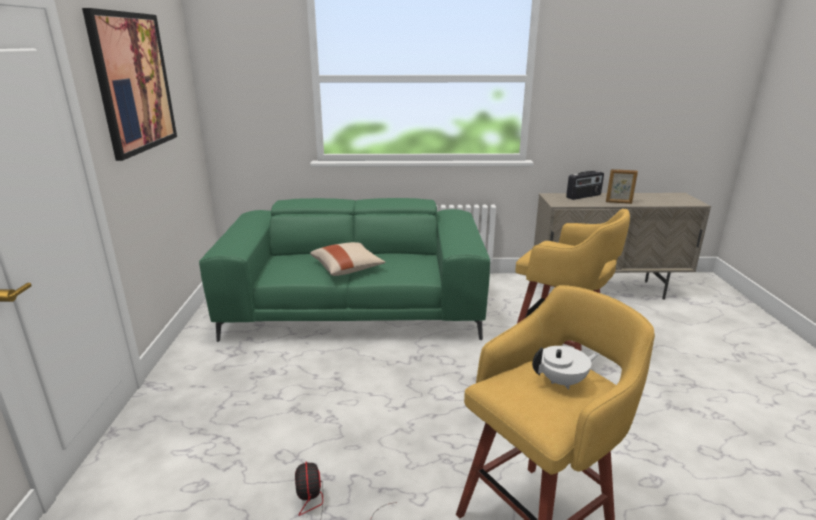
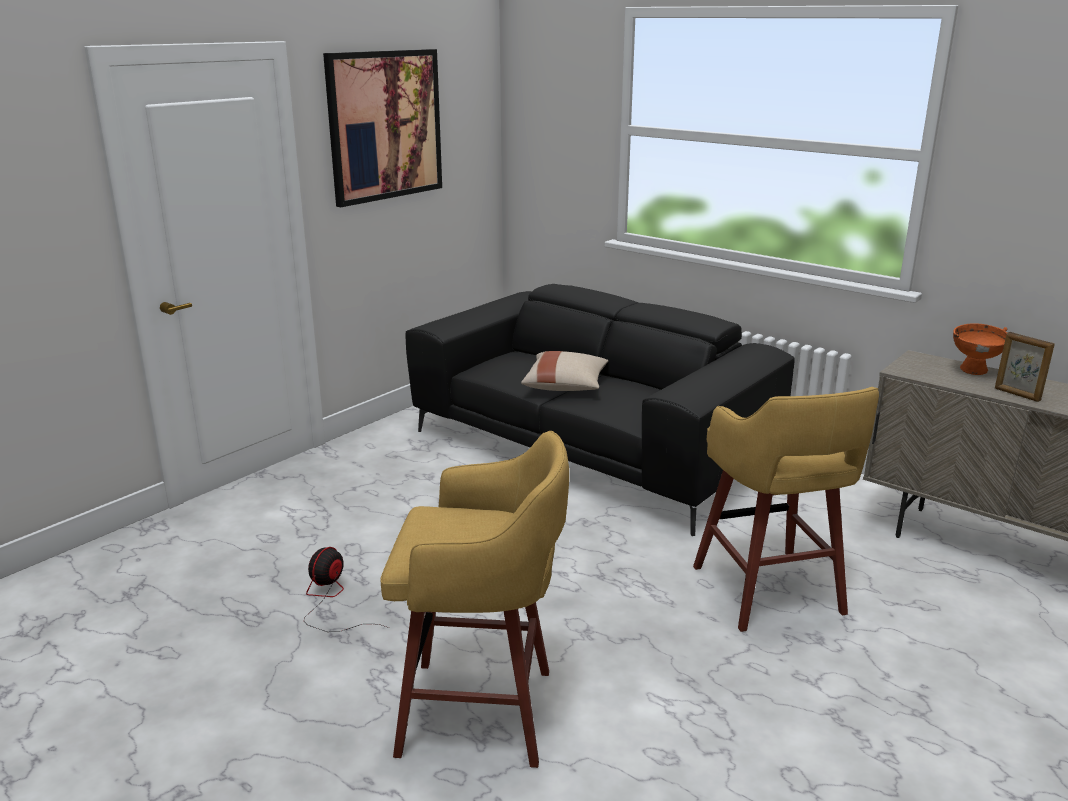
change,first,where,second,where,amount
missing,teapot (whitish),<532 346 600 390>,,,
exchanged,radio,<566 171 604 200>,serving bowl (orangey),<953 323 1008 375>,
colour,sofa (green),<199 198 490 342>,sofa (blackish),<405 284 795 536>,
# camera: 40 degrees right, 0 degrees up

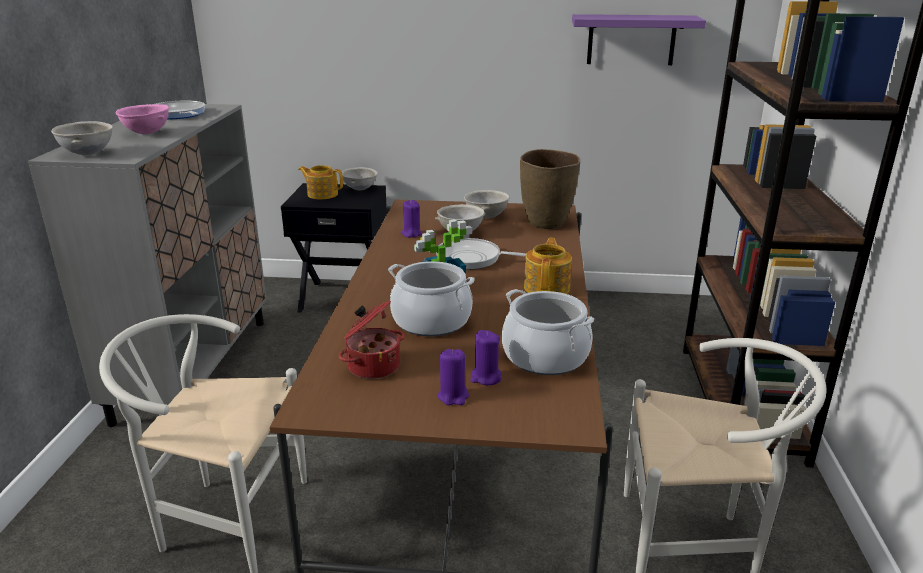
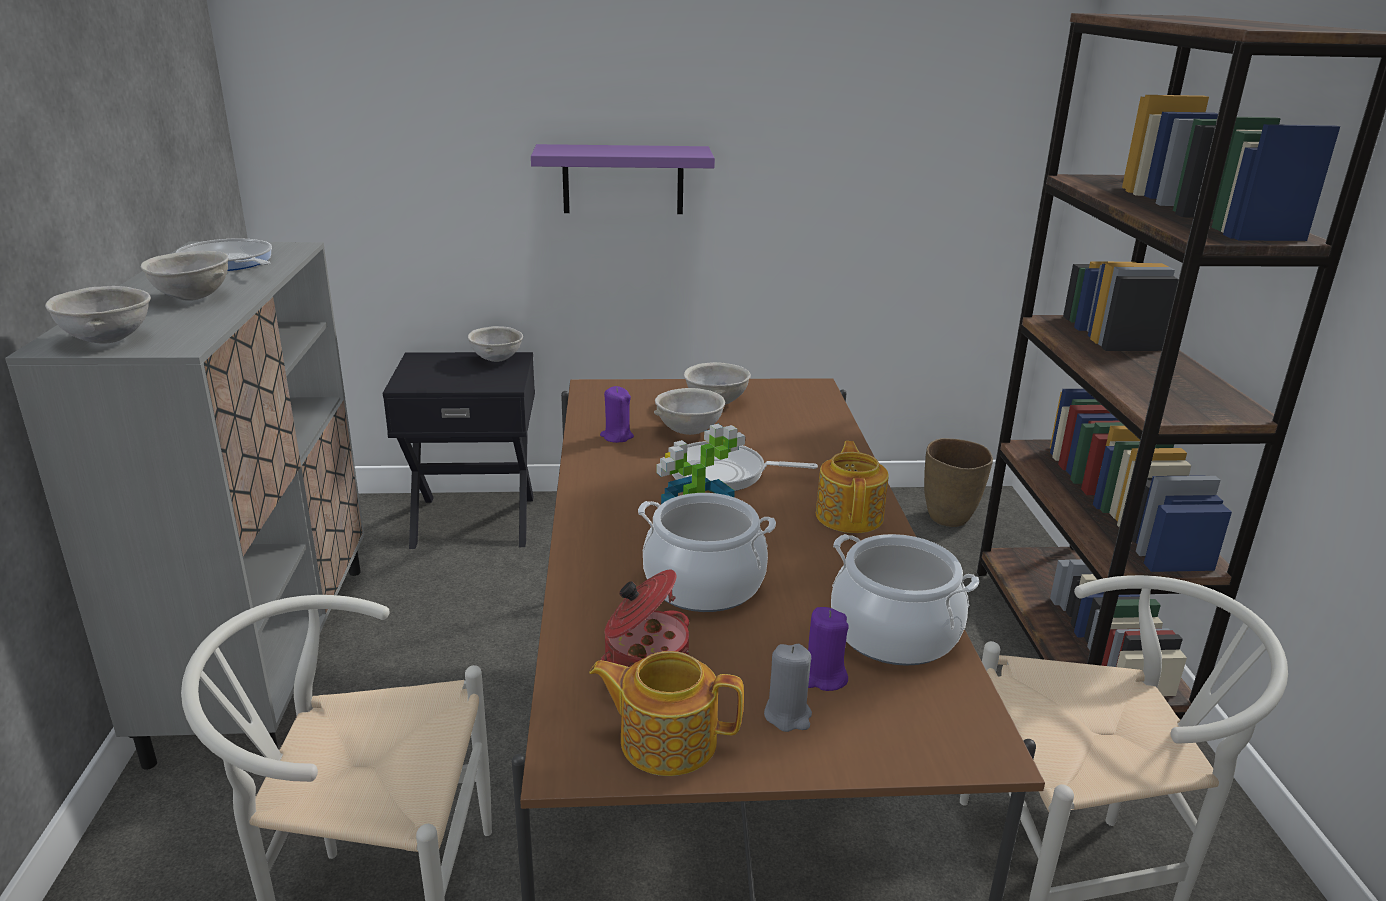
change,first,where,second,where,amount
relocated,teapot,<298 165 343 199>,,<589 651 744 776>,
relocated,vase (brown-coloured),<520 149 580 229>,,<924 438 993 527>,
relocated,wall shelf (purplish),<572 14 706 65>,,<531 144 715 214>,
colour,serving bowl (pink-coloured),<115 104 169 134>,serving bowl (greyish),<141 251 229 301>,
colour,candle (purplish),<437 349 469 405>,candle (greyish),<764 644 812 732>,
# camera: 10 degrees left, 0 degrees up

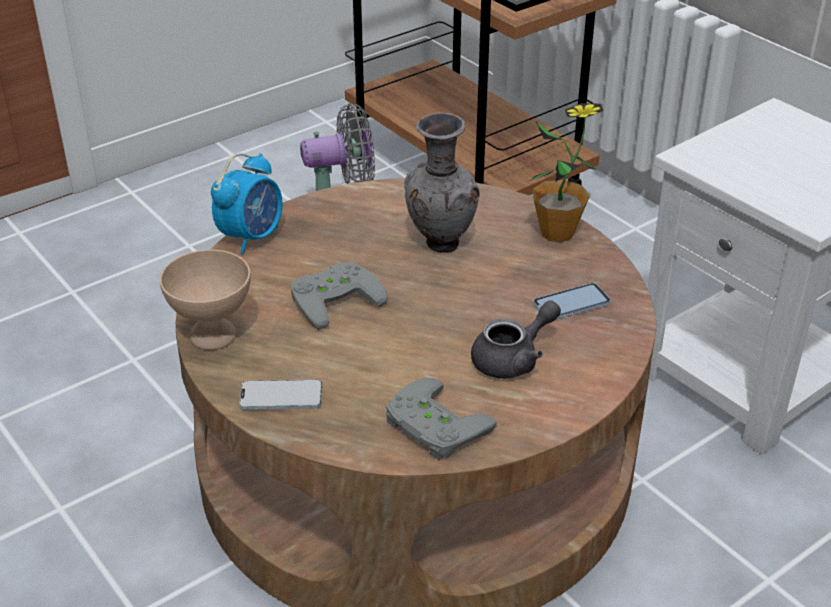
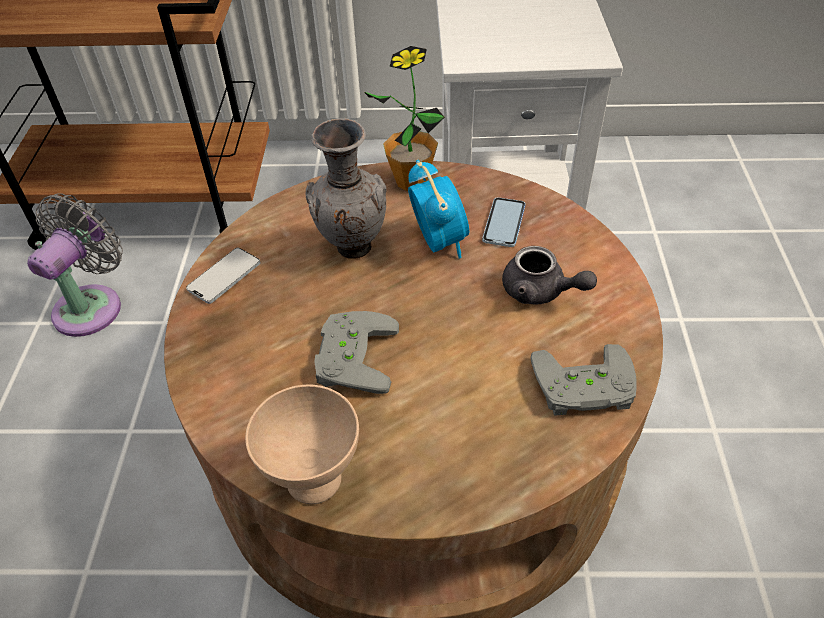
change,first,where,second,where,amount
relocated,alarm clock,<211 153 282 254>,,<408 160 469 259>,
relocated,telephone,<239 379 322 410>,,<186 248 261 304>,
spun,teapot (greyish),<471 300 561 379>,,<502 246 597 304>,120 degrees clockwise
# camera: 50 degrees left, 10 degrees up

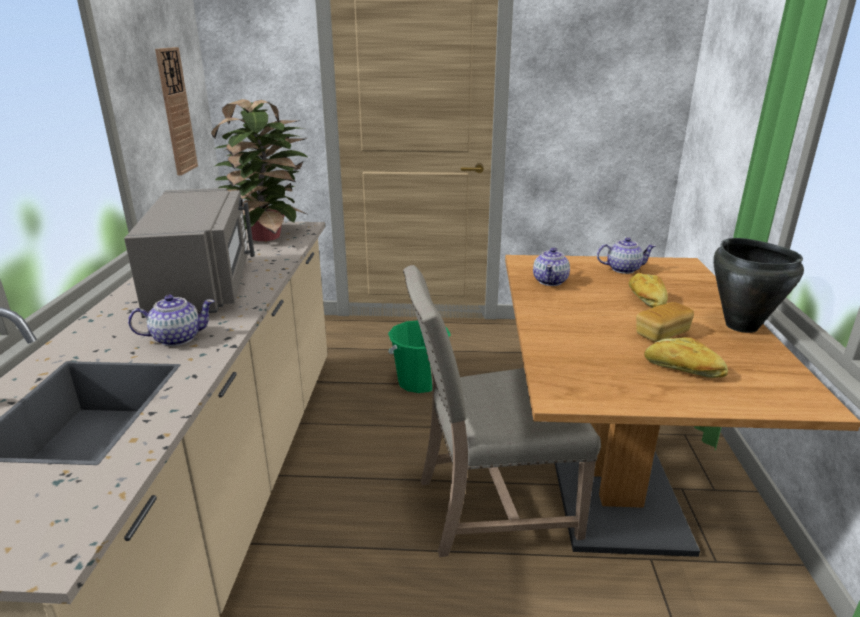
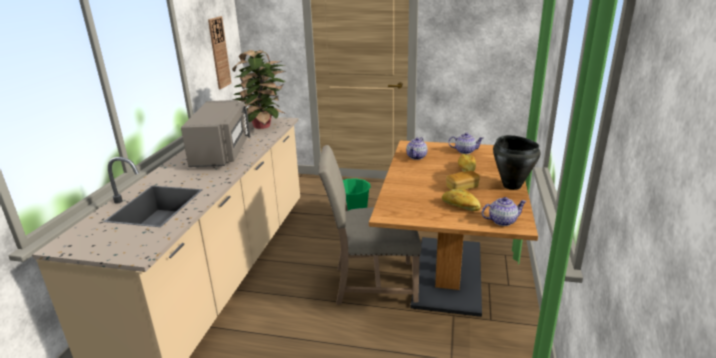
change,first,where,second,where,amount
relocated,teapot,<128 295 215 346>,,<482 197 527 226>,
# camera: 10 degrees right, 0 degrees up

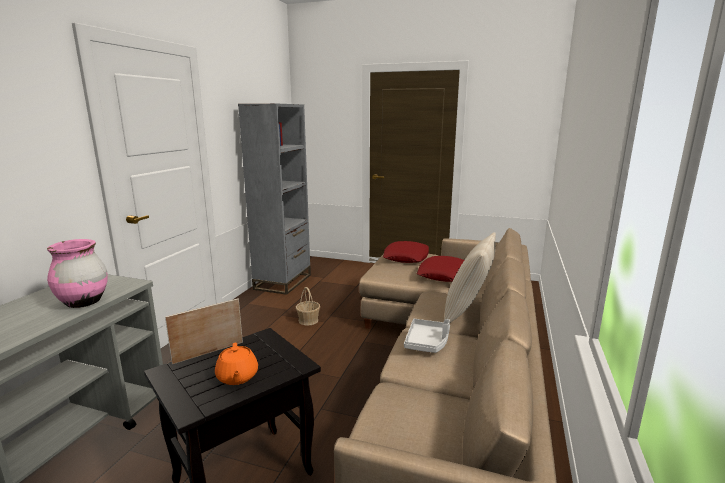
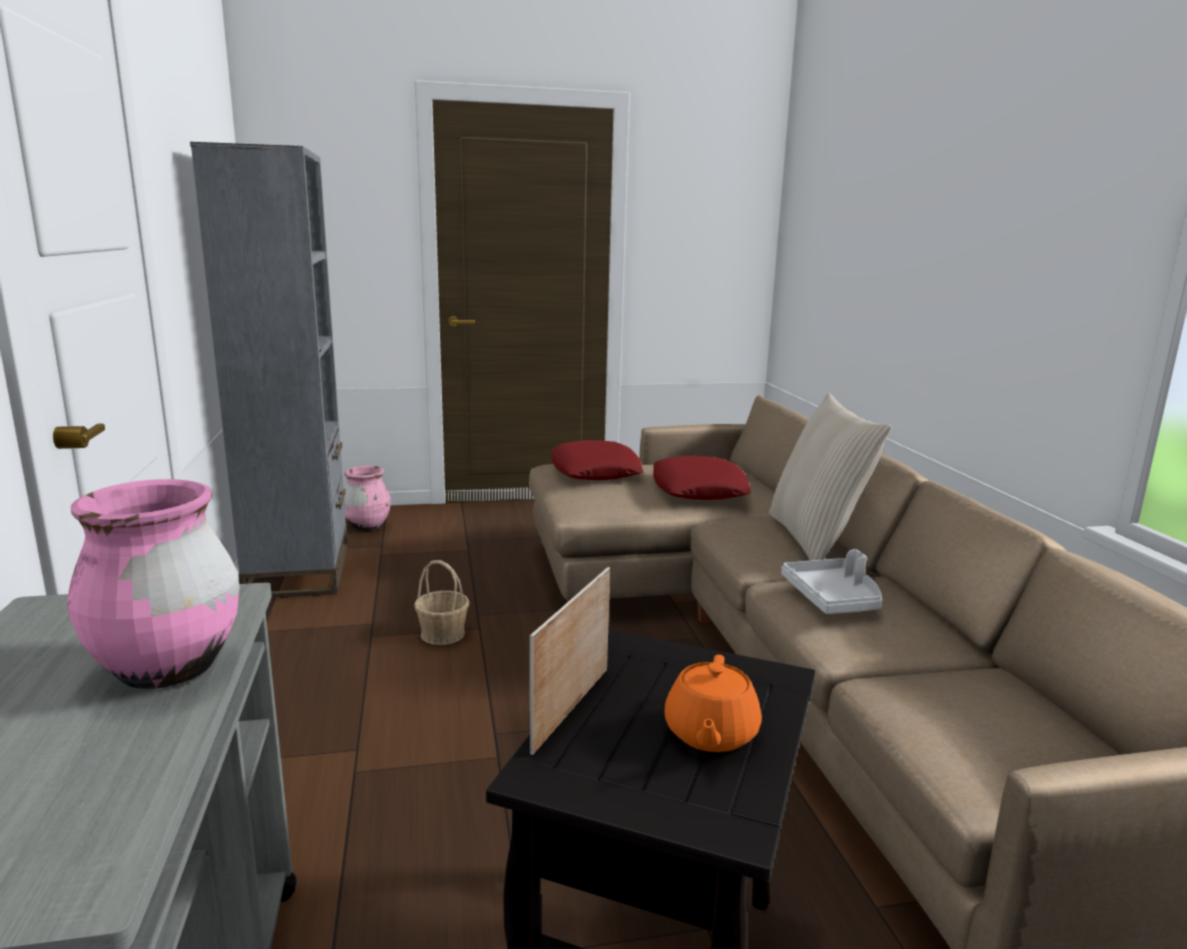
change,first,where,second,where,amount
appeared,,,vase (pink-coloured),<344 466 391 531>,
spun,teapot (orangey),<215 343 258 385>,,<665 655 762 752>,60 degrees clockwise
# camera: 30 degrees left, 0 degrees up

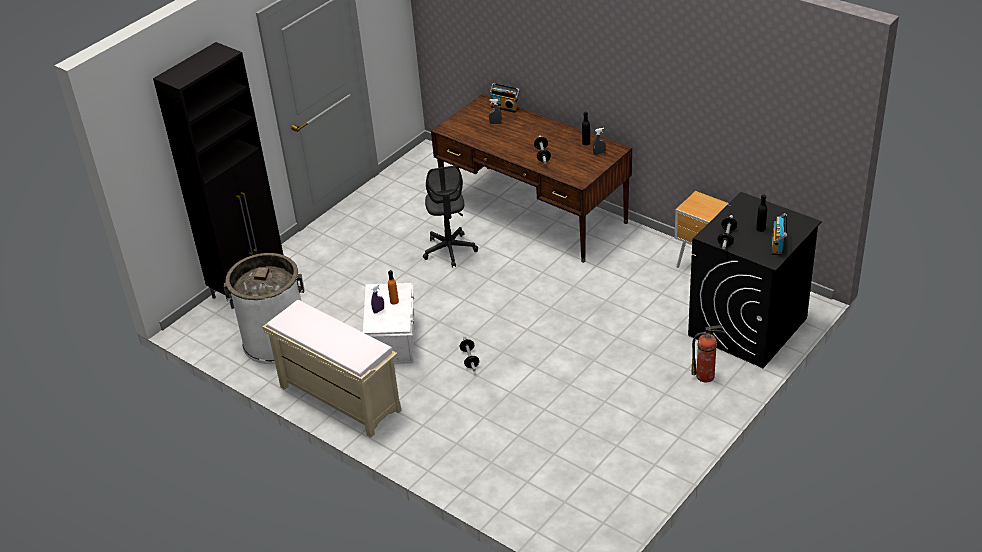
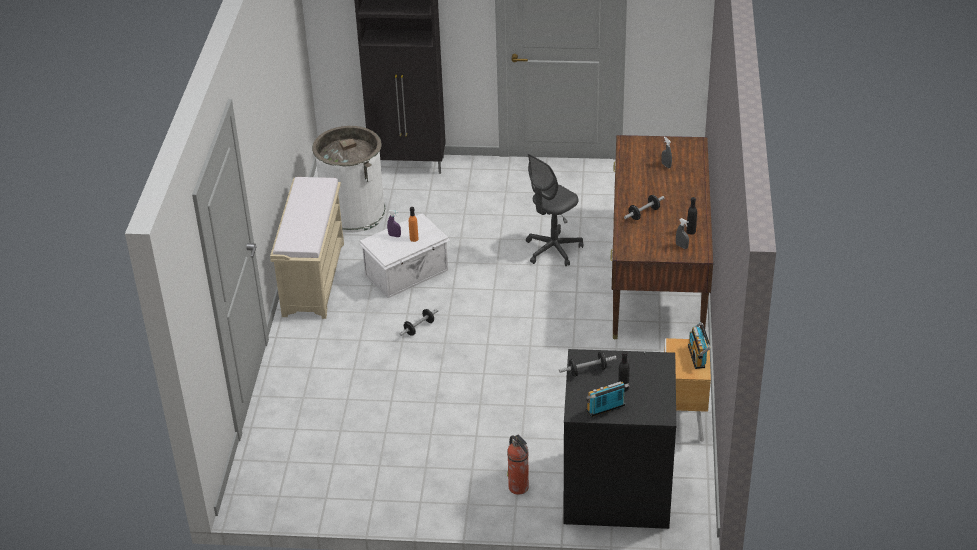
change,first,where,second,where,amount
relocated,radio,<490 83 520 113>,,<688 322 711 369>,
# camera: 55 degrees right, 0 degrees up

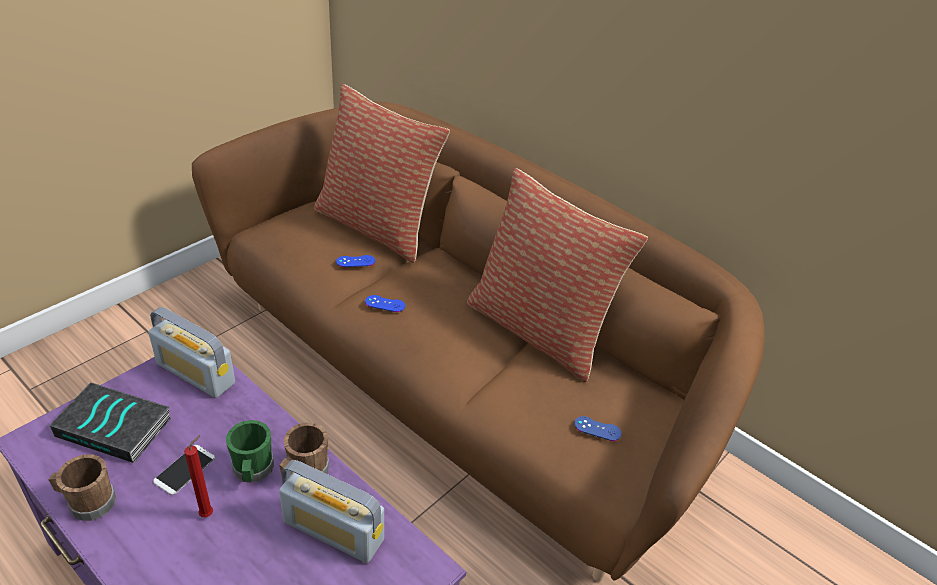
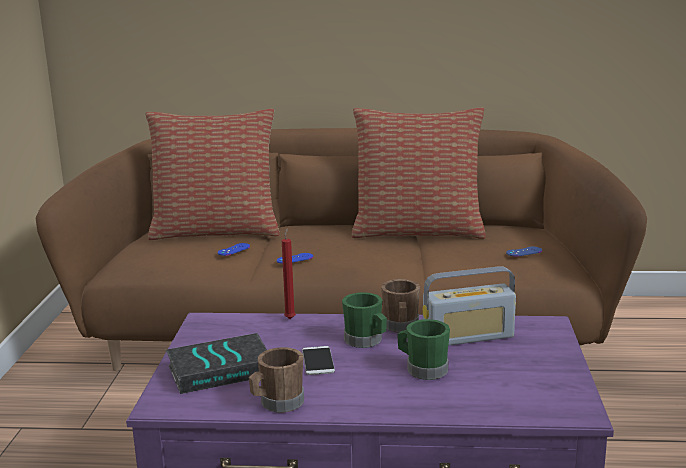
change,first,where,second,where,amount
missing,radio,<148 307 235 398>,,,
appeared,,,tea mug (green),<397 319 450 380>,
relocated,candle (red),<184 435 213 517>,,<282 228 296 319>,
# camera: 35 degrees left, 20 degrees down

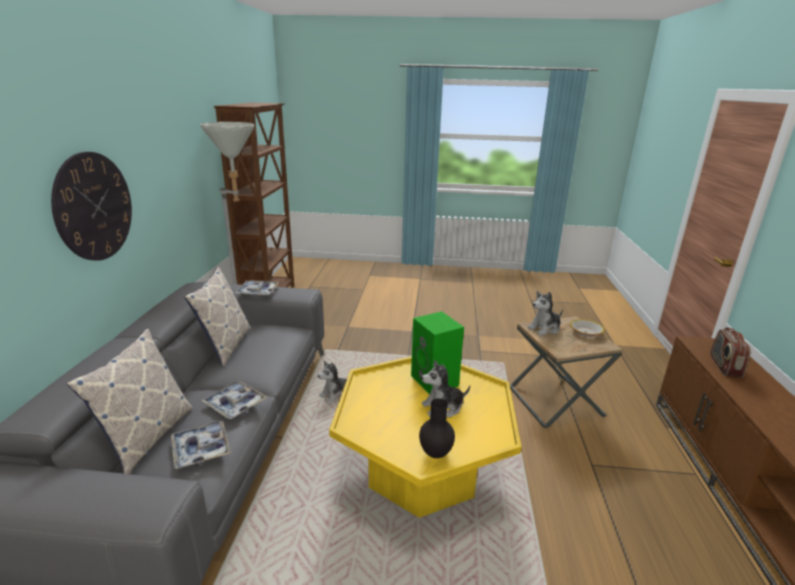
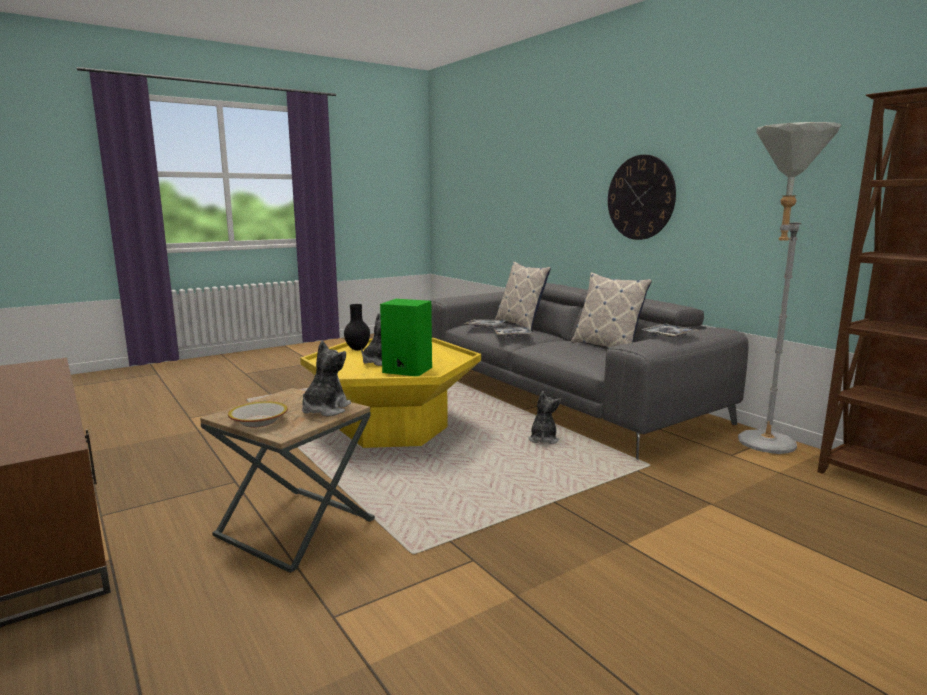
change,first,where,second,where,amount
missing,radio,<711 327 751 378>,,,
# camera: 140 degrees right, 10 degrees down

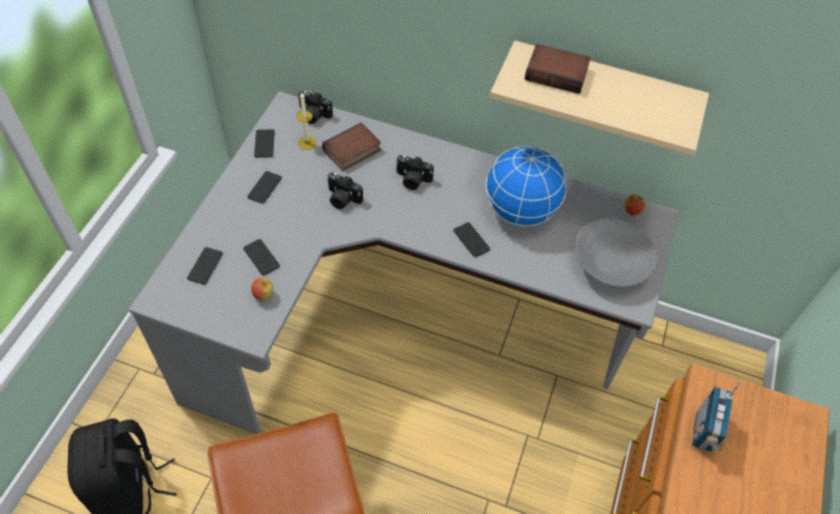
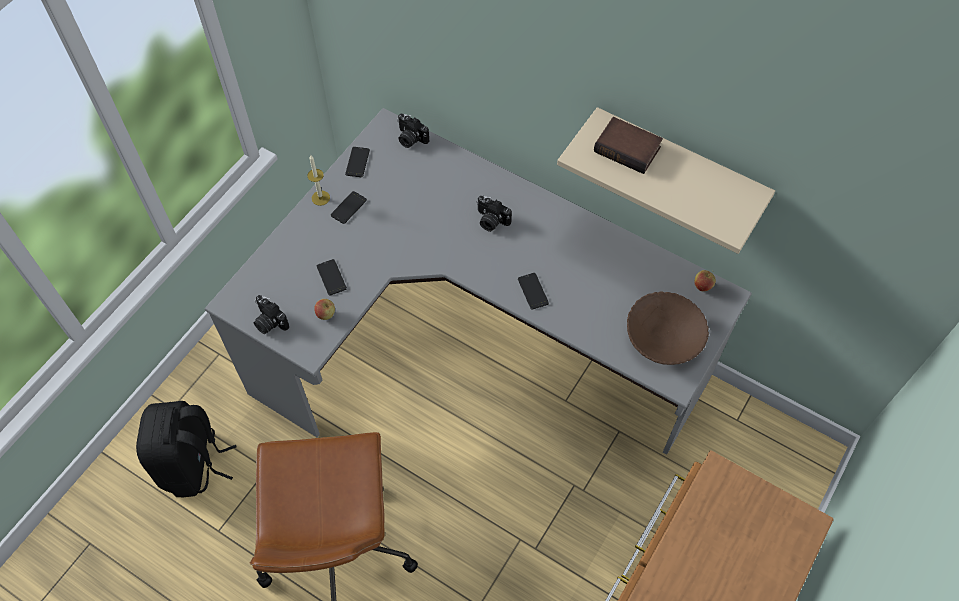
change,first,where,second,where,amount
missing,telephone,<187 247 223 285>,,,
missing,bound book,<322 122 381 171>,,,
missing,world globe,<485 146 567 226>,,,
missing,radio,<692 380 741 451>,,,
relocated,candle,<296 93 317 150>,,<307 155 330 206>,
relocated,still camera,<327 172 363 209>,,<253 295 289 334>,
colour,serving bowl (greyish),<575 218 658 287>,serving bowl (brown-coloured),<627 292 709 365>,
# camera: 15 degrees right, 5 degrees up

